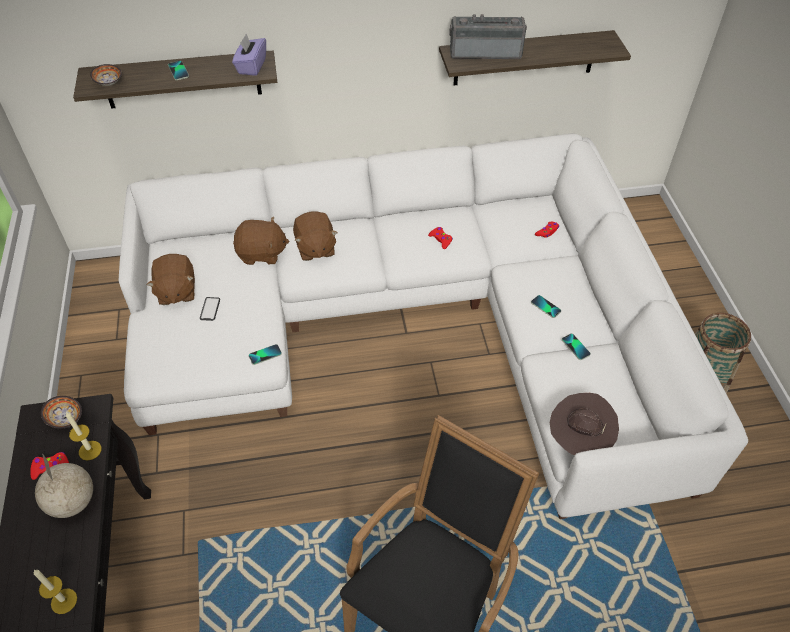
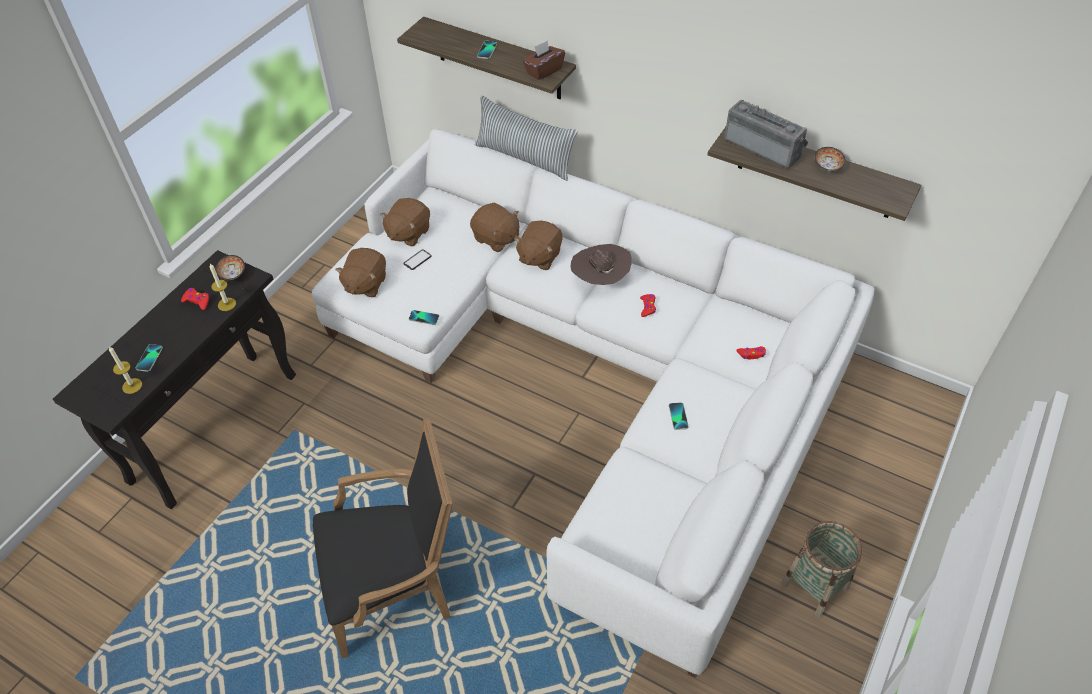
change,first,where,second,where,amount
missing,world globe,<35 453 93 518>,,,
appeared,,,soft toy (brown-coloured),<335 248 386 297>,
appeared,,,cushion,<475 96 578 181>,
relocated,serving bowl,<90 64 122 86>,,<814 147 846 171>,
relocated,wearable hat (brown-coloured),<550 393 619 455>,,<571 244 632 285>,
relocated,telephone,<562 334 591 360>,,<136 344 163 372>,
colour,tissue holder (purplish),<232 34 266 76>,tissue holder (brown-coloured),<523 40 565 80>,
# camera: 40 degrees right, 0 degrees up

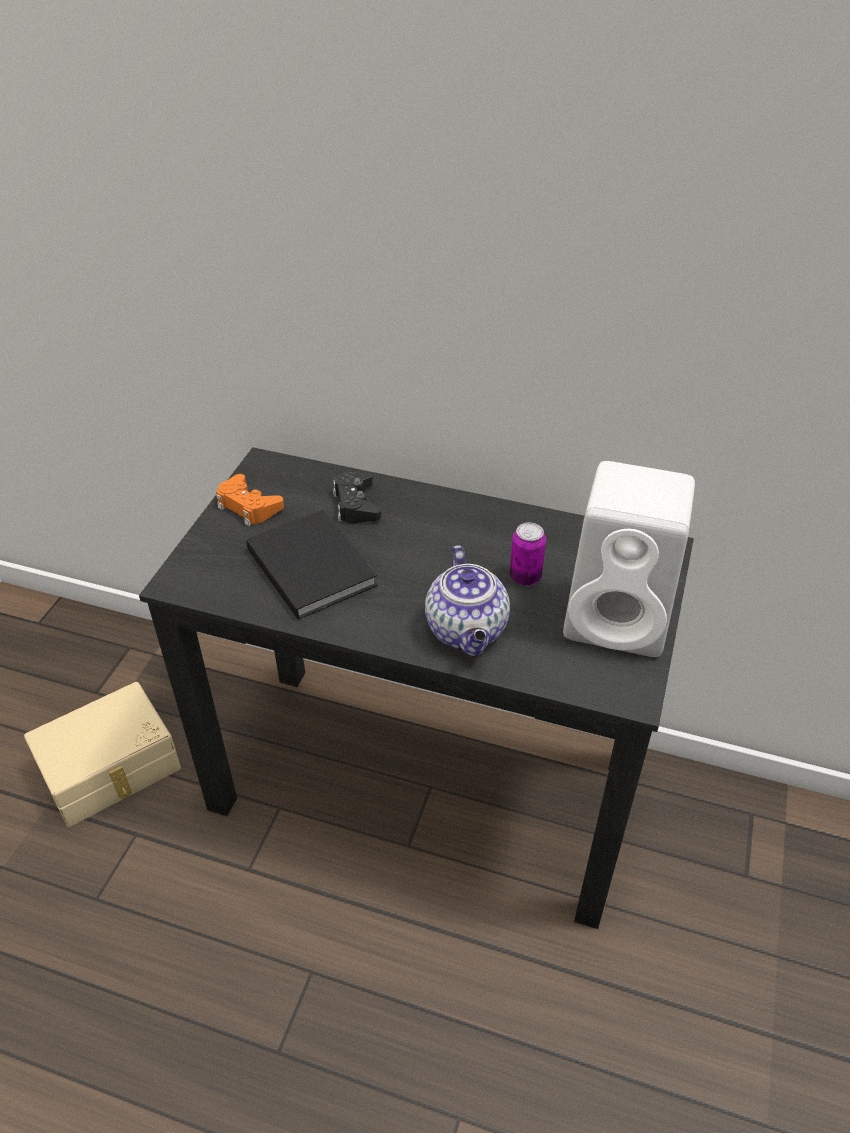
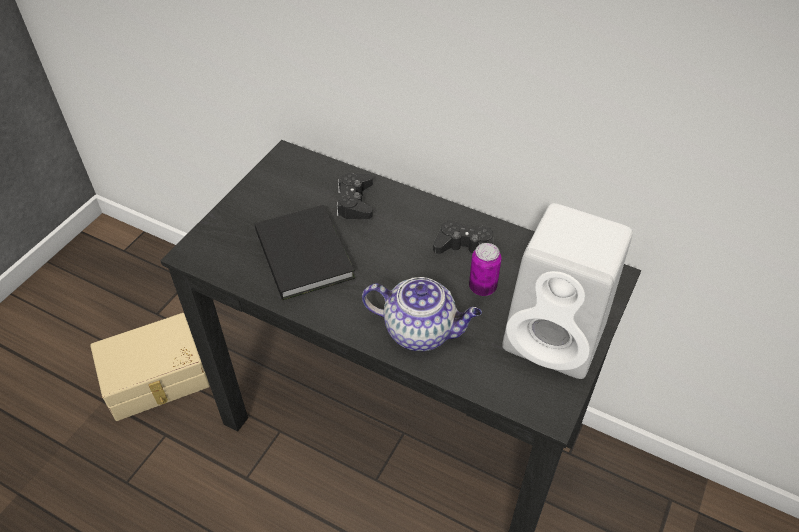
change,first,where,second,where,amount
missing,joypad (orangey),<216 474 284 526>,,,
appeared,,,joypad (blackish),<433 220 493 254>,
spun,teapot,<425 546 510 656>,,<362 277 482 351>,75 degrees counterclockwise
# camera: 10 degrees right, 5 degrees up

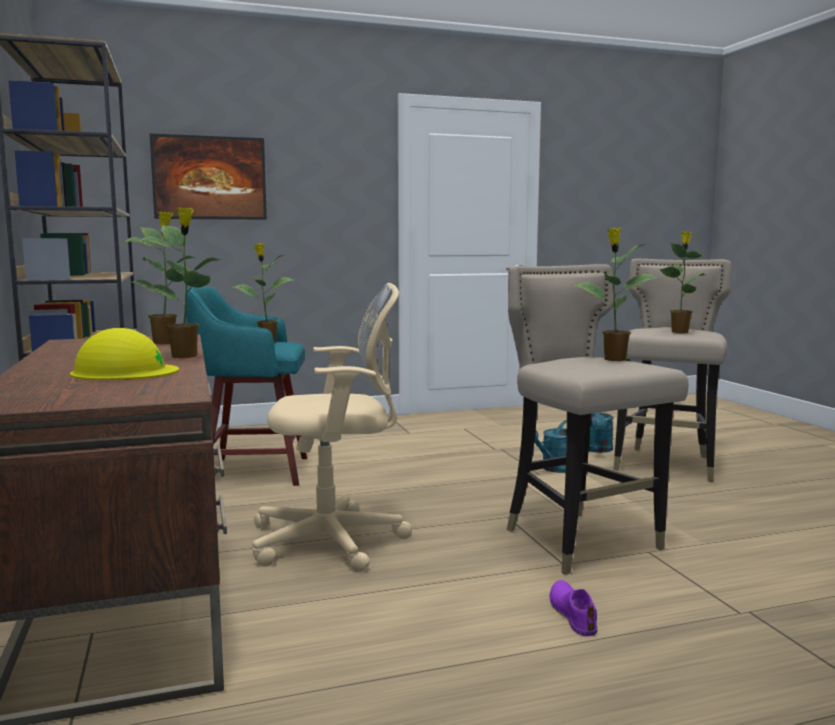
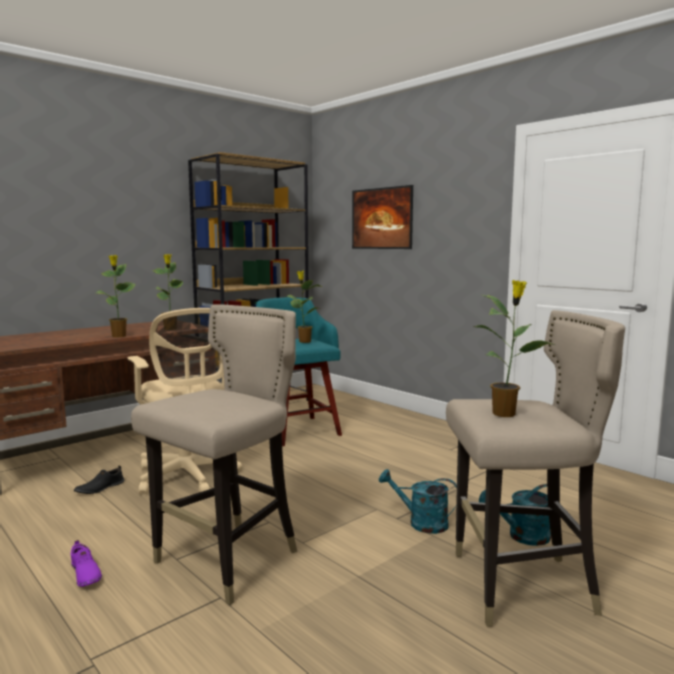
change,first,where,second,where,amount
missing,hard hat (yellow),<70 328 179 380>,,,
missing,potted plant,<572 228 659 361>,,,
appeared,,,item of footwear (blackish),<74 465 125 494>,
spun,item of footwear (purplish),<549 580 597 636>,,<71 540 102 587>,90 degrees clockwise
# camera: 65 degrees right, 0 degrees up

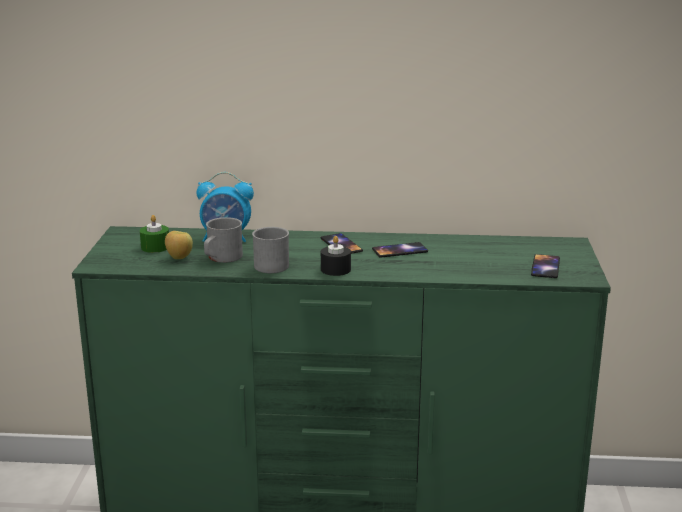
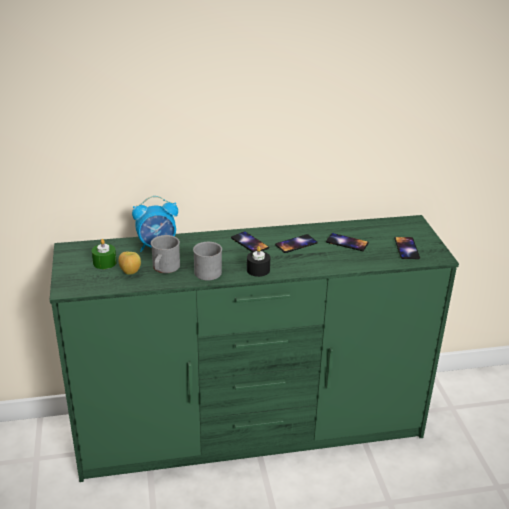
change,first,where,second,where,amount
appeared,,,telephone,<326 233 369 251>,
# camera: 15 degrees left, 10 degrees up

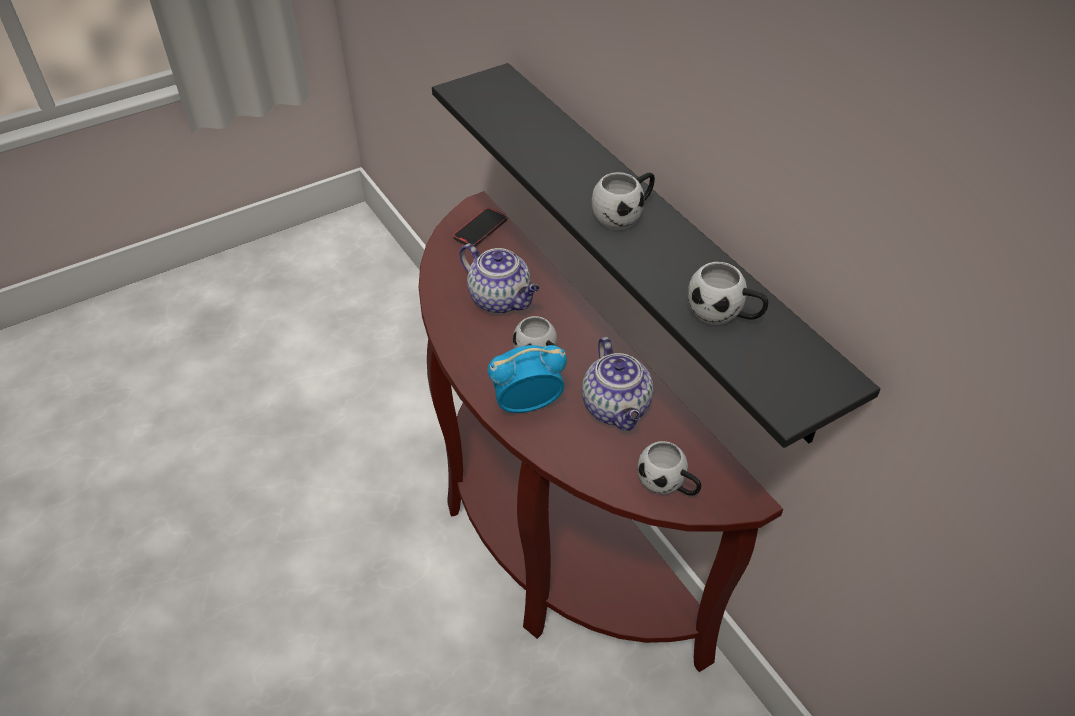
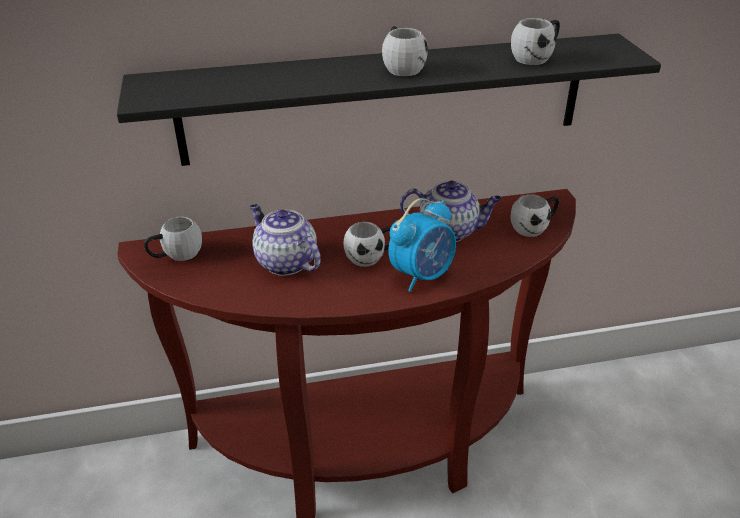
change,first,where,second,where,amount
exchanged,telephone,<453 207 507 247>,tea mug (whitish),<144 217 202 261>,
spun,teapot,<460 243 540 314>,,<250 204 321 276>,105 degrees counterclockwise
spun,alarm clock,<488 345 567 413>,,<388 198 456 292>,135 degrees counterclockwise
# camera: 70 degrees left, 10 degrees down

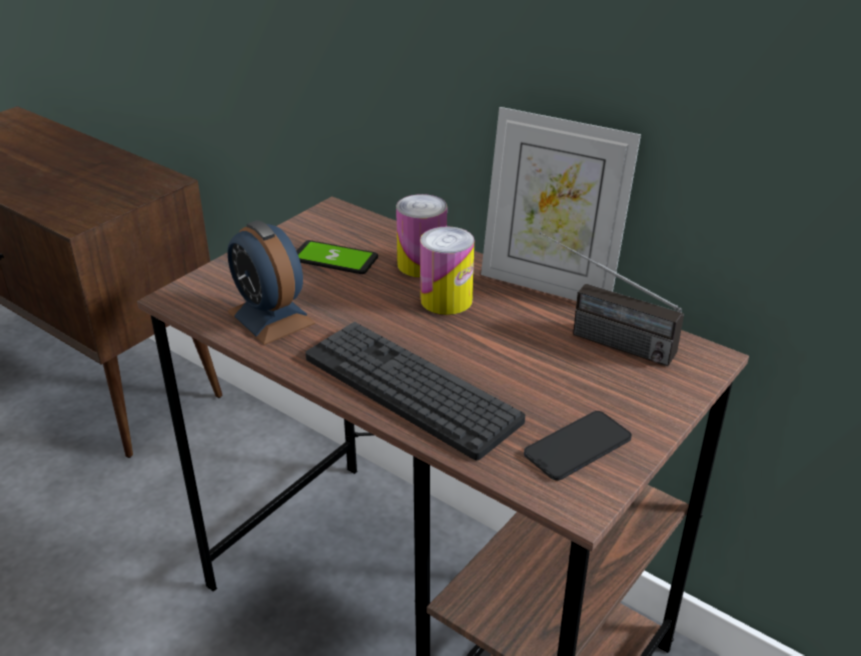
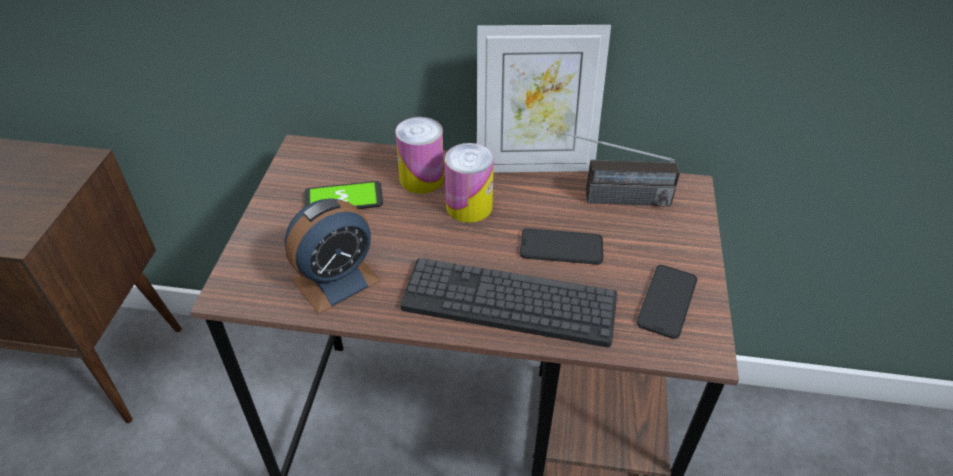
change,first,where,second,where,amount
appeared,,,telephone,<520 228 603 265>,
spun,alarm clock,<227 220 315 345>,,<284 199 381 314>,60 degrees counterclockwise
# camera: 30 degrees left, 10 degrees up

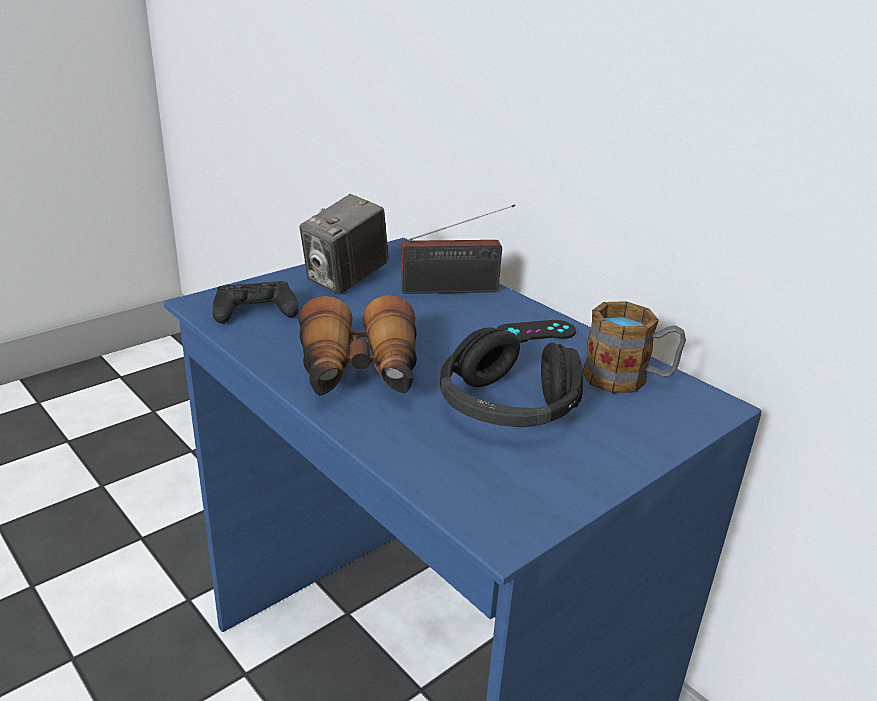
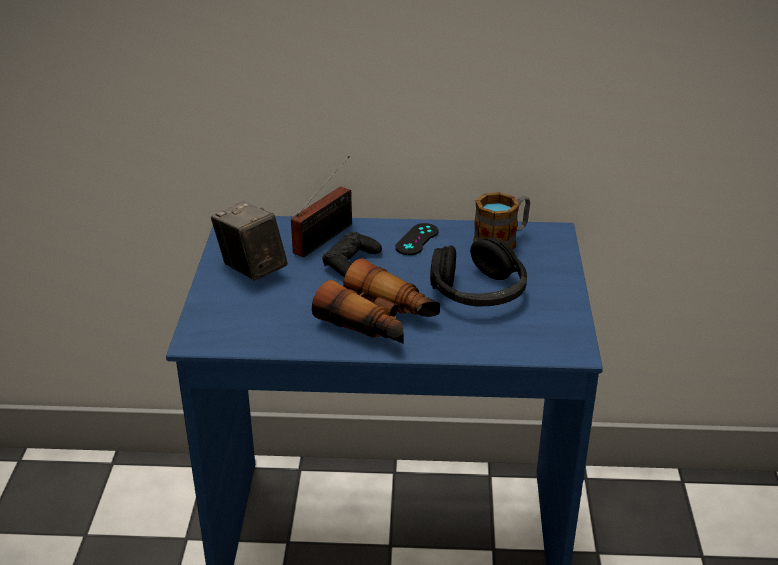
change,first,where,second,where,amount
relocated,joypad (blackish),<212 281 299 323>,,<322 232 382 277>,
spun,still camera,<299 194 389 295>,,<211 202 288 281>,150 degrees clockwise
# camera: 45 degrees left, 5 degrees up

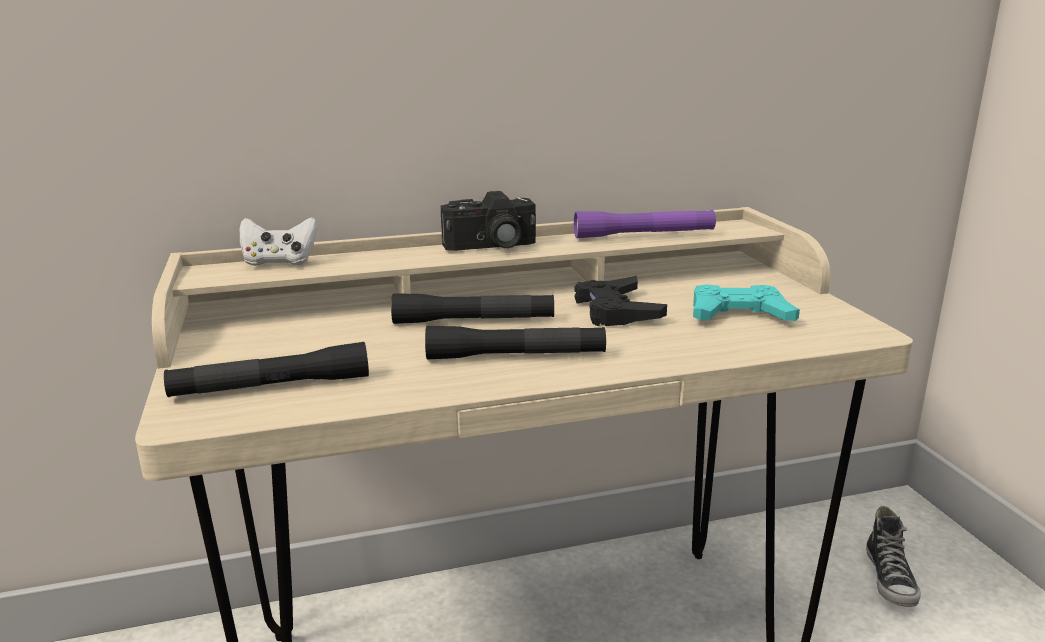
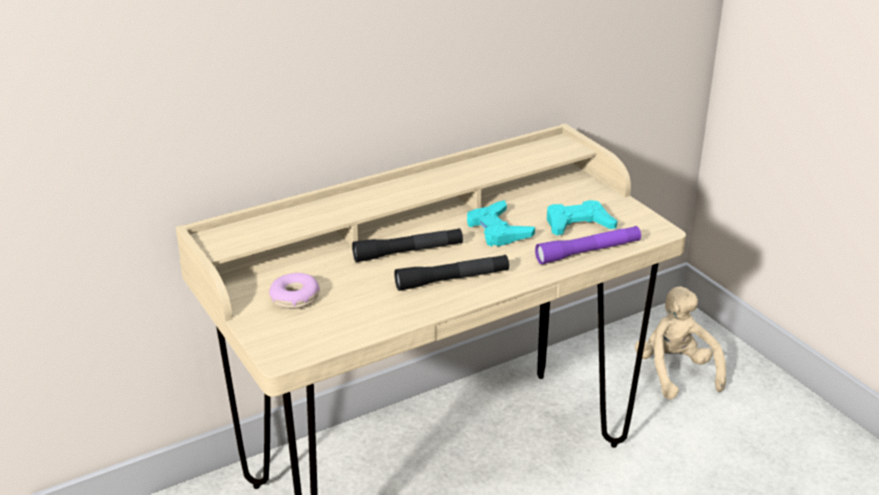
change,first,where,second,where,amount
missing,flashlight (blackish),<164 342 369 397>,,,
missing,joypad (whitish),<240 217 317 266>,,,
missing,still camera,<441 191 536 251>,,,
appeared,,,donut,<269 273 320 309>,
relocated,flashlight (purplish),<574 210 716 238>,,<535 226 641 264>,
exchanged,item of footwear,<866 506 921 607>,soft toy (beige),<635 286 726 400>,
colour,joypad (blackish),<574 276 667 326>,joypad (blue-green),<467 200 535 247>,
# camera: 15 degrees left, 10 degrees up

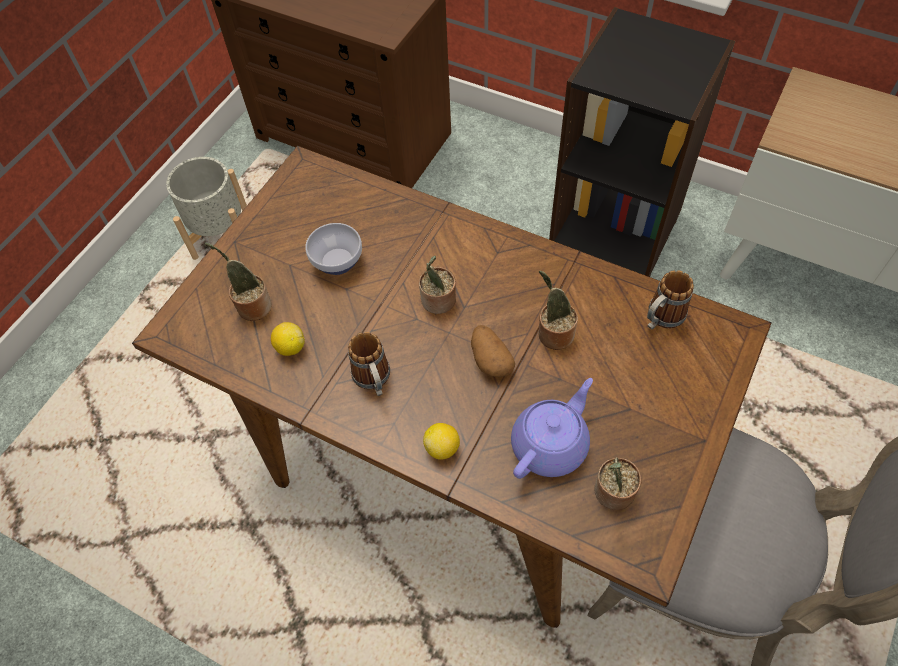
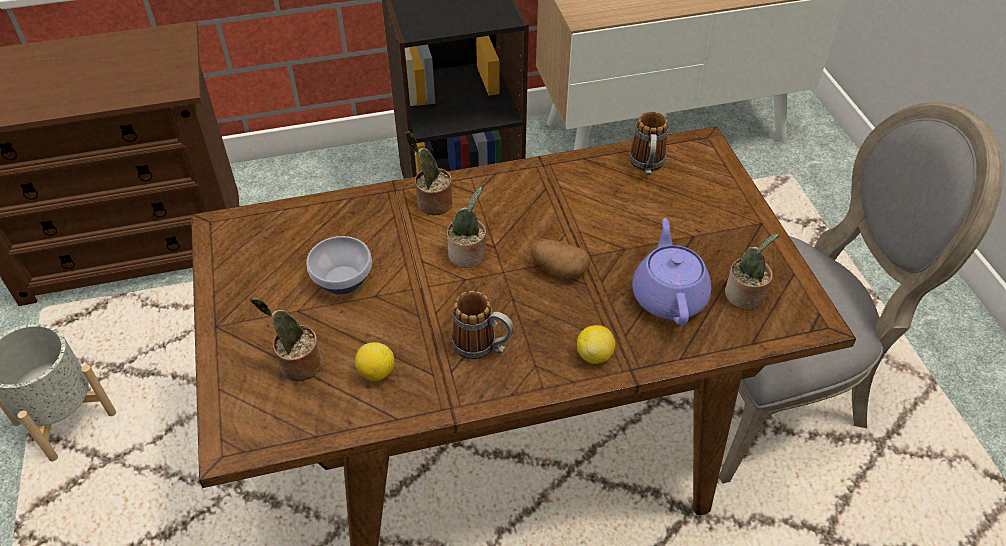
change,first,where,second,where,amount
relocated,potted plant,<539 271 578 350>,,<405 131 453 215>,
# camera: 45 degrees left, 10 degrees down

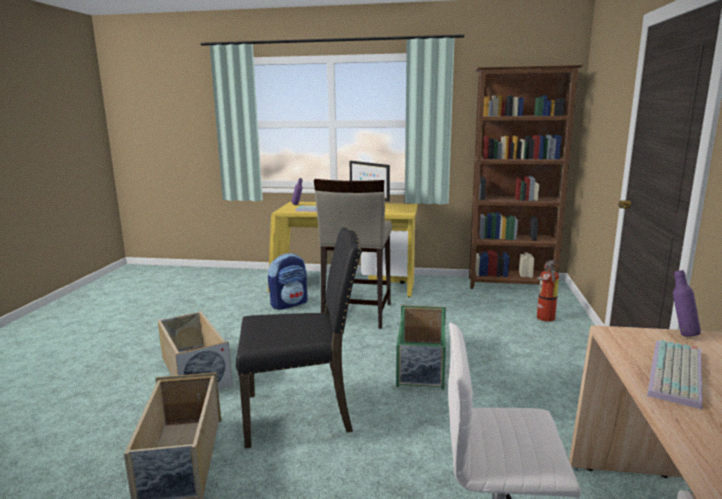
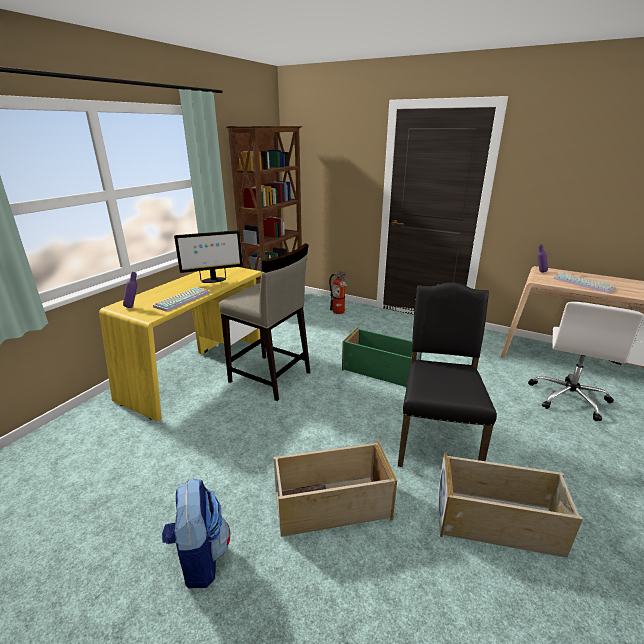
change,first,where,second,where,amount
relocated,backpack,<268 253 308 310>,,<162 479 230 588>,
# camera: 70 degrees left, 10 degrees up

